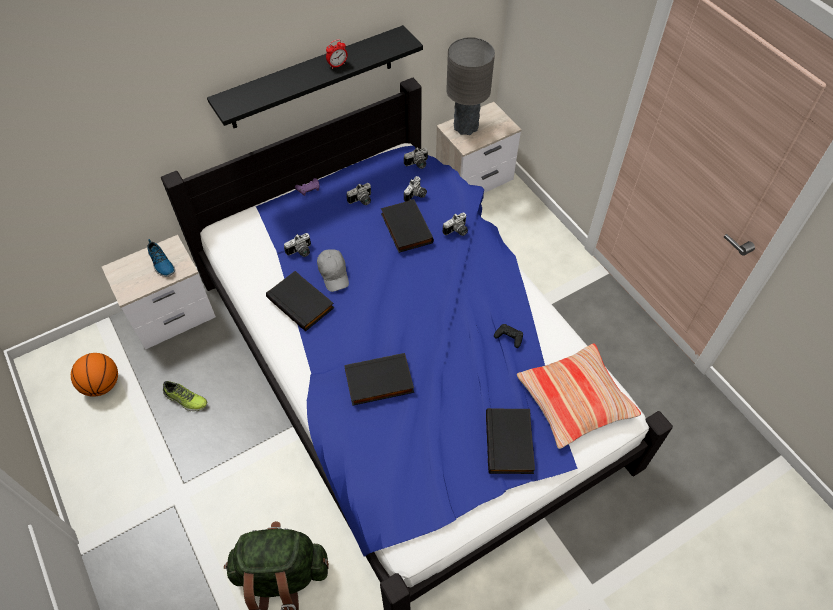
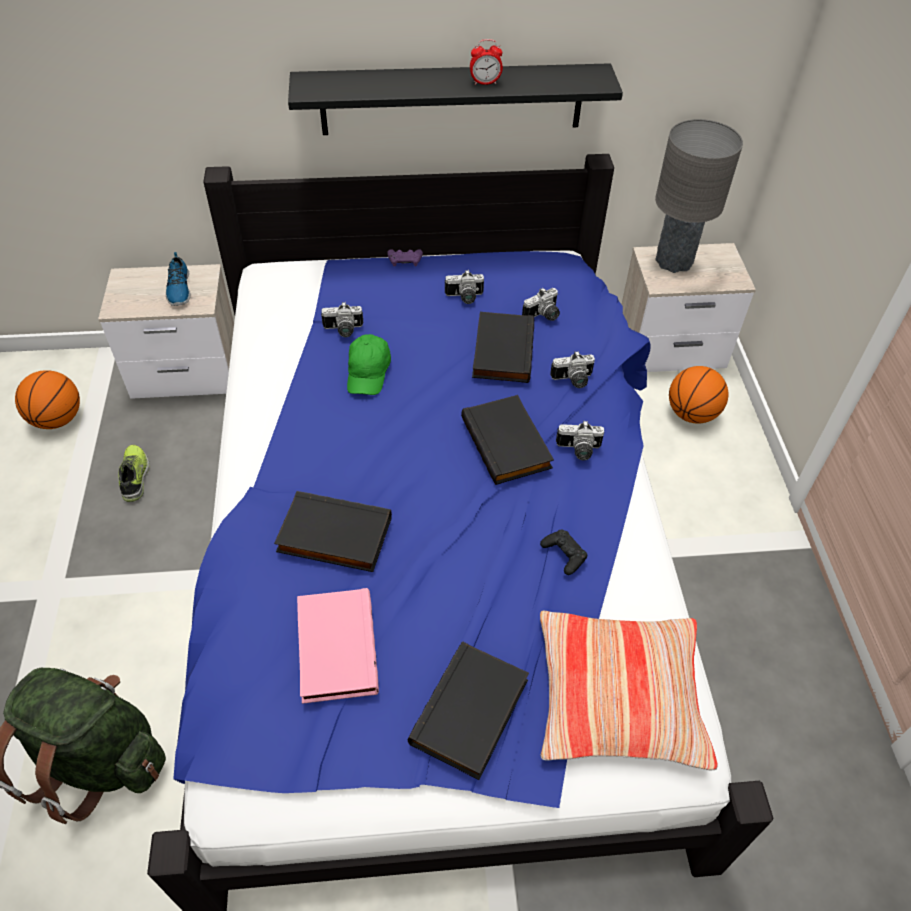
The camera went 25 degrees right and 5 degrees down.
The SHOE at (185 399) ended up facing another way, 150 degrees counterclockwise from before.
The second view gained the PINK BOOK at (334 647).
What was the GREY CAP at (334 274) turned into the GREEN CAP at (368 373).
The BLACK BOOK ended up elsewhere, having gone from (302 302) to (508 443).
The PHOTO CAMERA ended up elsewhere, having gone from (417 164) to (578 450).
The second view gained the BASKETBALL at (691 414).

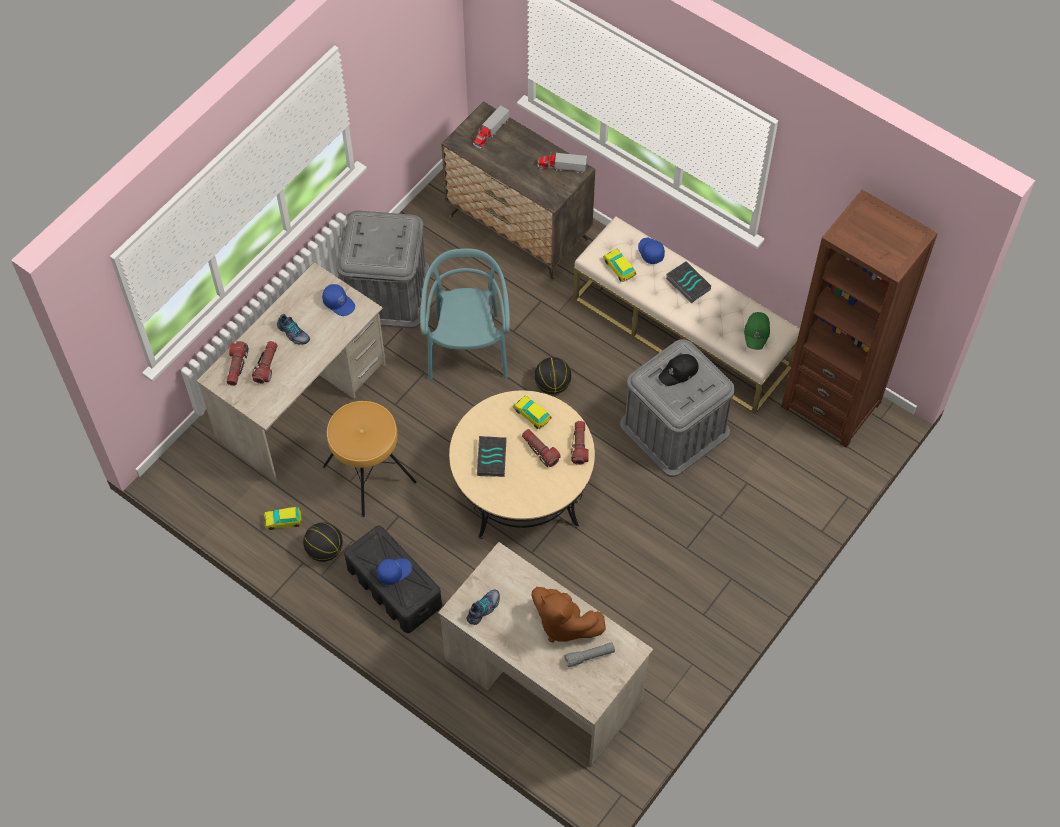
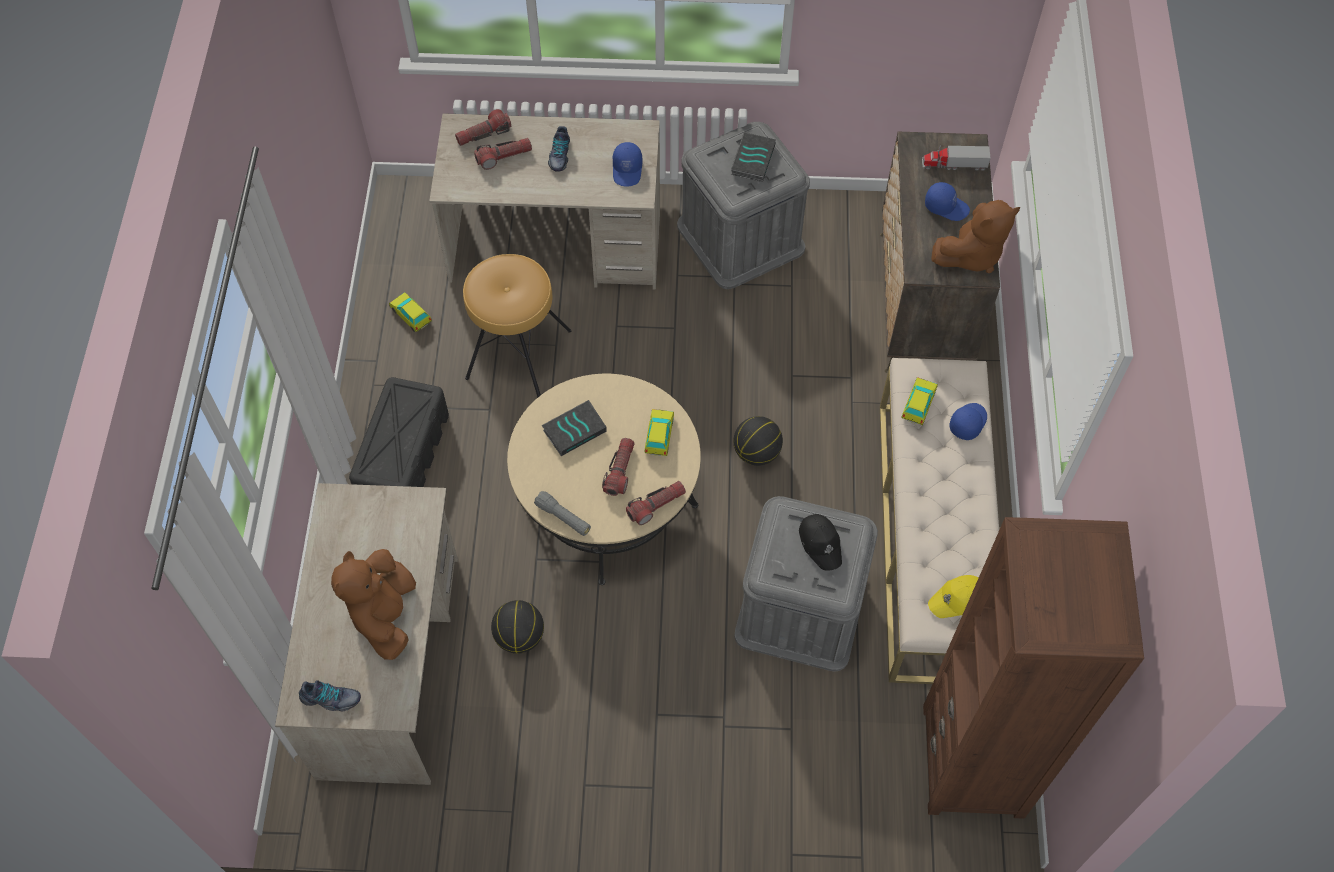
The camera went 55 degrees right and 0 degrees up.
The SHOE ended up elsewhere, having gone from (484 609) to (330 699).
The BASKETBALL ended up elsewhere, having gone from (324 550) to (519 636).
The GREY FLASHLIGHT ended up elsewhere, having gone from (589 656) to (563 517).
The BOOK ended up elsewhere, having gone from (687 284) to (752 159).
The BLACK CAP at (679 372) ended up facing another way, 135 degrees counterclockwise from before.
The BLUE CAP ended up elsewhere, having gone from (394 571) to (946 206).
What was the GREEN CAP at (757 332) turned into the YELLOW CAP at (958 599).
Where the TOY TRUCK stood at (562 167), the BROWN PLUSH TOY came to stand at (971 254).
The second view lost the TURQUOISE CHAIR at (467 348).

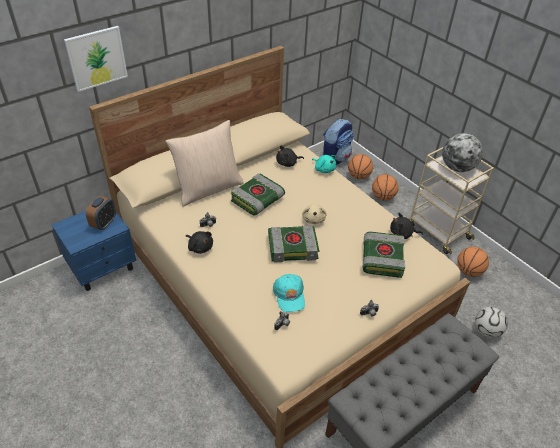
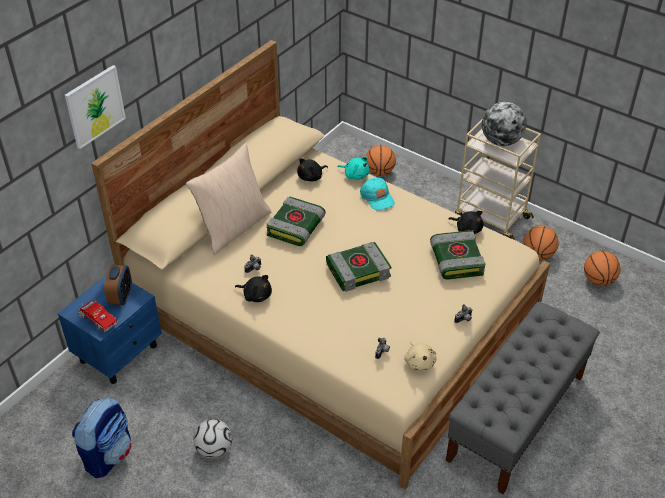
The camera went 15 degrees left and 0 degrees up.
The BACKPACK ended up elsewhere, having gone from (335 159) to (108 454).
The second view gained the TOY TRUCK at (97 319).
The FOOTBALL ended up elsewhere, having gone from (486 330) to (214 449).
The TURQUOISE CAP ended up elsewhere, having gone from (289 295) to (377 197).
The BEIGE PLUSH TOY ended up elsewhere, having gone from (314 219) to (419 362).
The BLACK PLUSH TOY at (402 234) ended up facing another way, 135 degrees counterclockwise from before.
The BASKETBALL ended up elsewhere, having gone from (383 197) to (598 280).

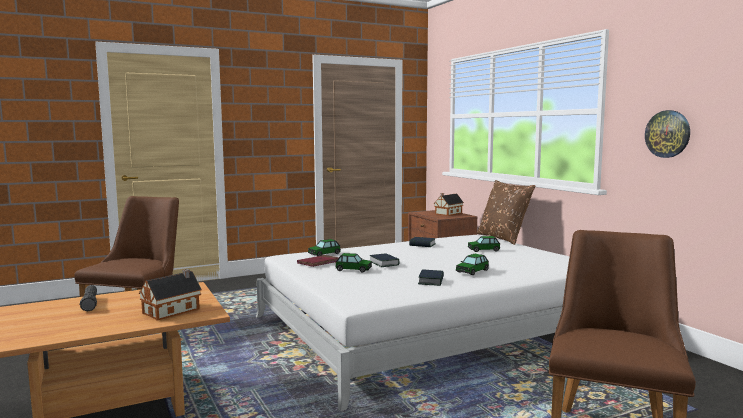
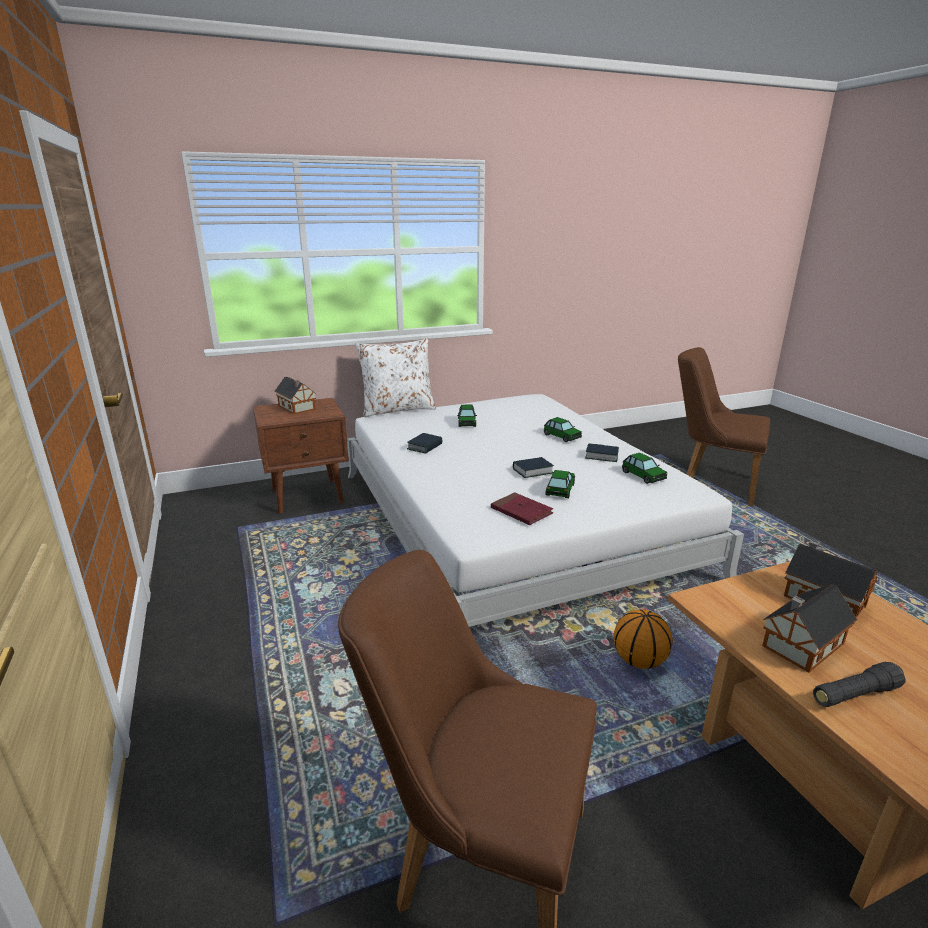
The camera went 85 degrees left and 15 degrees up.
What was the BROWN PILLOW at (503 238) turned into the WHITE PILLOW at (398 409).
The second view gained the BASKETBALL at (638 660).
The TOY CAR ended up elsewhere, having gone from (324 254) to (643 476).
The second view gained the TOY HOUSE at (800 645).
The second view lost the WALL CLOCK at (667 134).

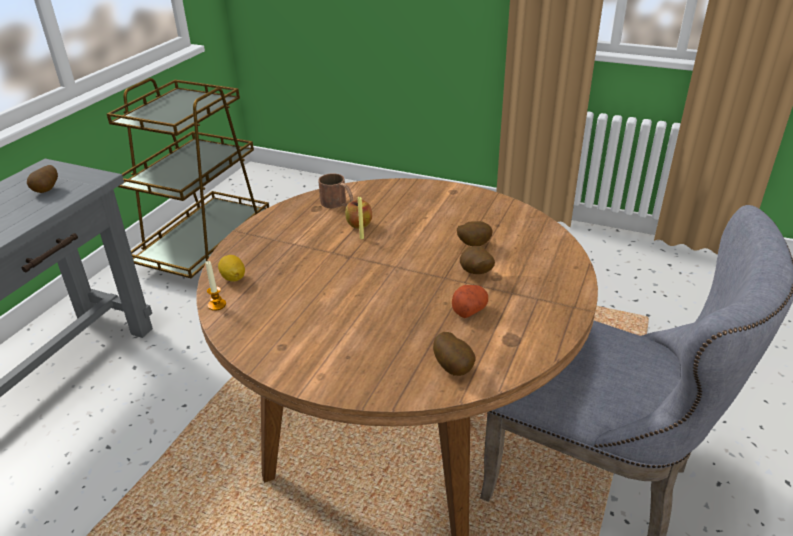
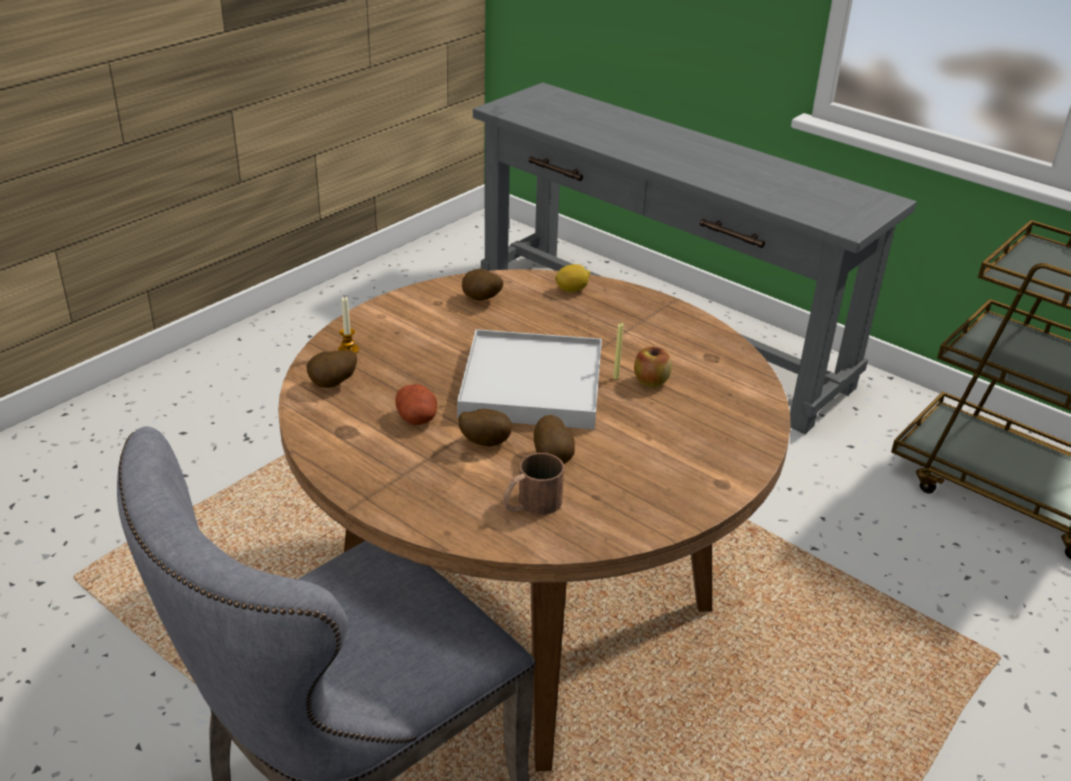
The camera went 105 degrees right and 0 degrees up.
The CANDLE ended up elsewhere, having gone from (217 305) to (348 350).
The second view gained the WHITE TRAY at (532 386).
The POTATO ended up elsewhere, having gone from (47 190) to (481 300).
The BROWN MUG ended up elsewhere, having gone from (338 203) to (530 505).

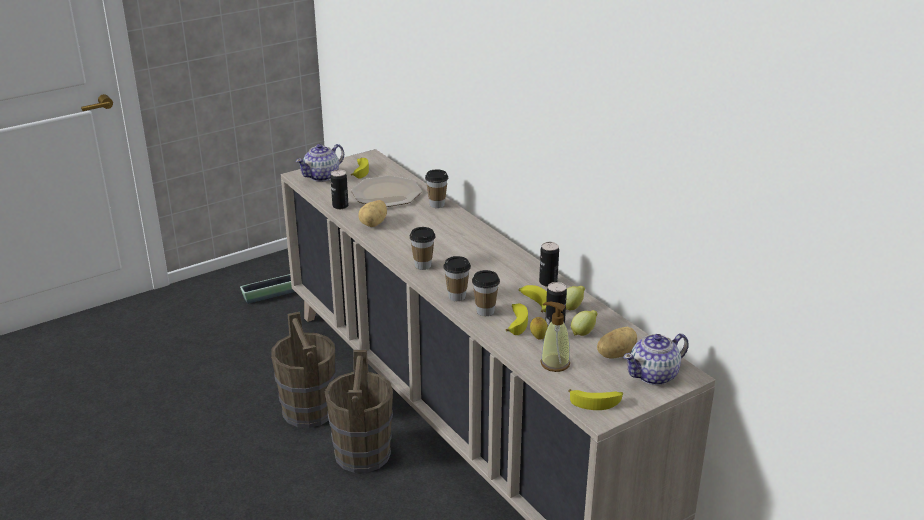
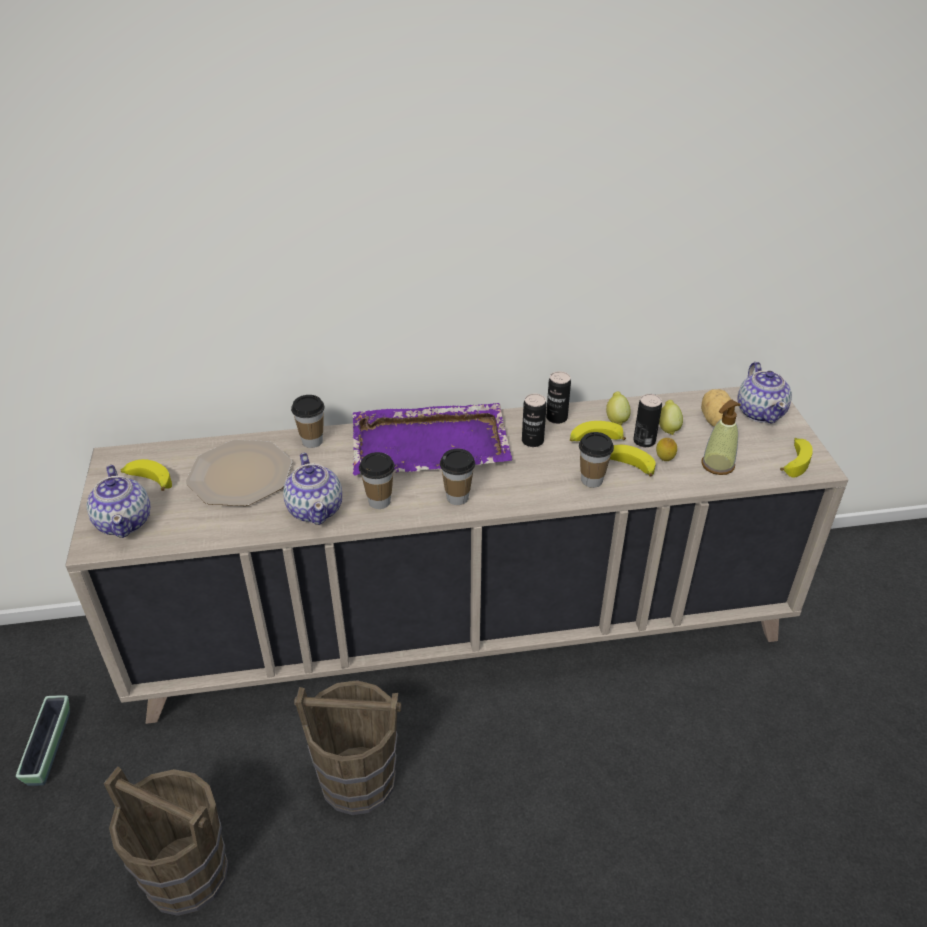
The camera went 65 degrees left and 10 degrees up.
The BROWN BUCKET ended up elsewhere, having gone from (362 453) to (186 873).
Where the POTATO stood at (374 223), the TEAPOT came to stand at (315 509).
The second view gained the PURPLE TRAY at (431 443).
The CUP ended up elsewhere, having gone from (457 296) to (379 501).
The CAN ended up elsewhere, having gone from (340 206) to (532 441).

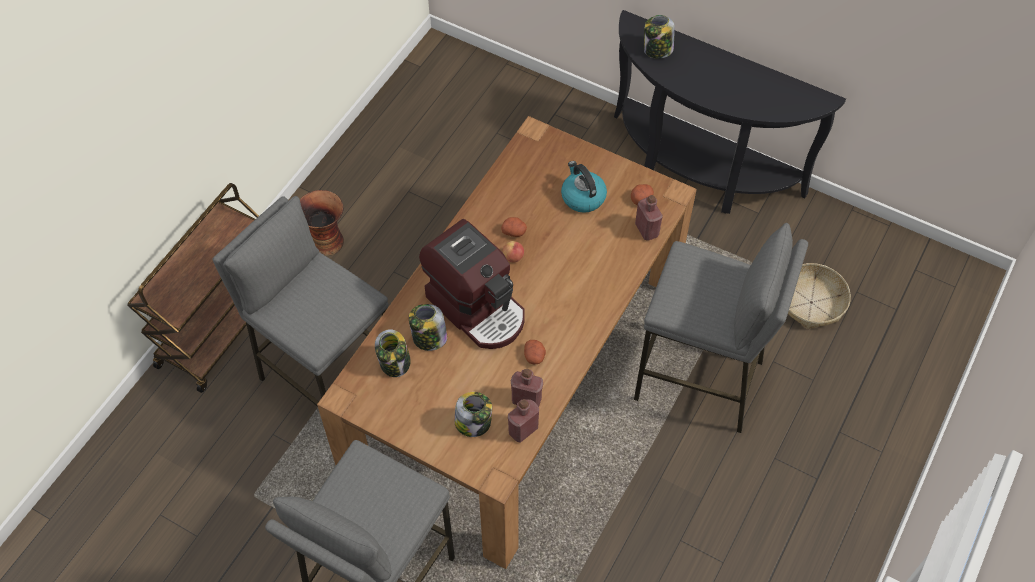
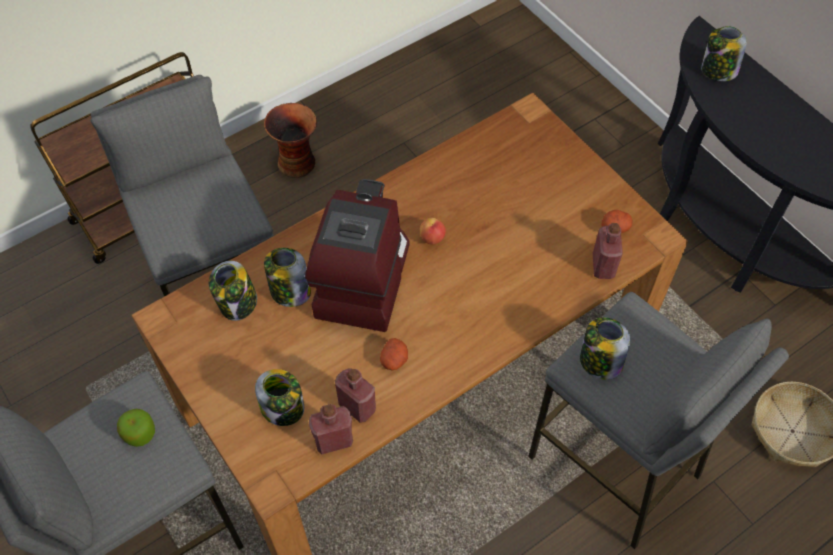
The camera went 25 degrees right and 0 degrees up.
The second view gained the APPLE at (139 433).
The COFFEE MACHINE at (478 307) ended up facing another way, 150 degrees counterclockwise from before.
The second view gained the JAR at (599 361).
The second view lost the POTATO at (514 231).
The second view lost the KETTLE at (582 197).

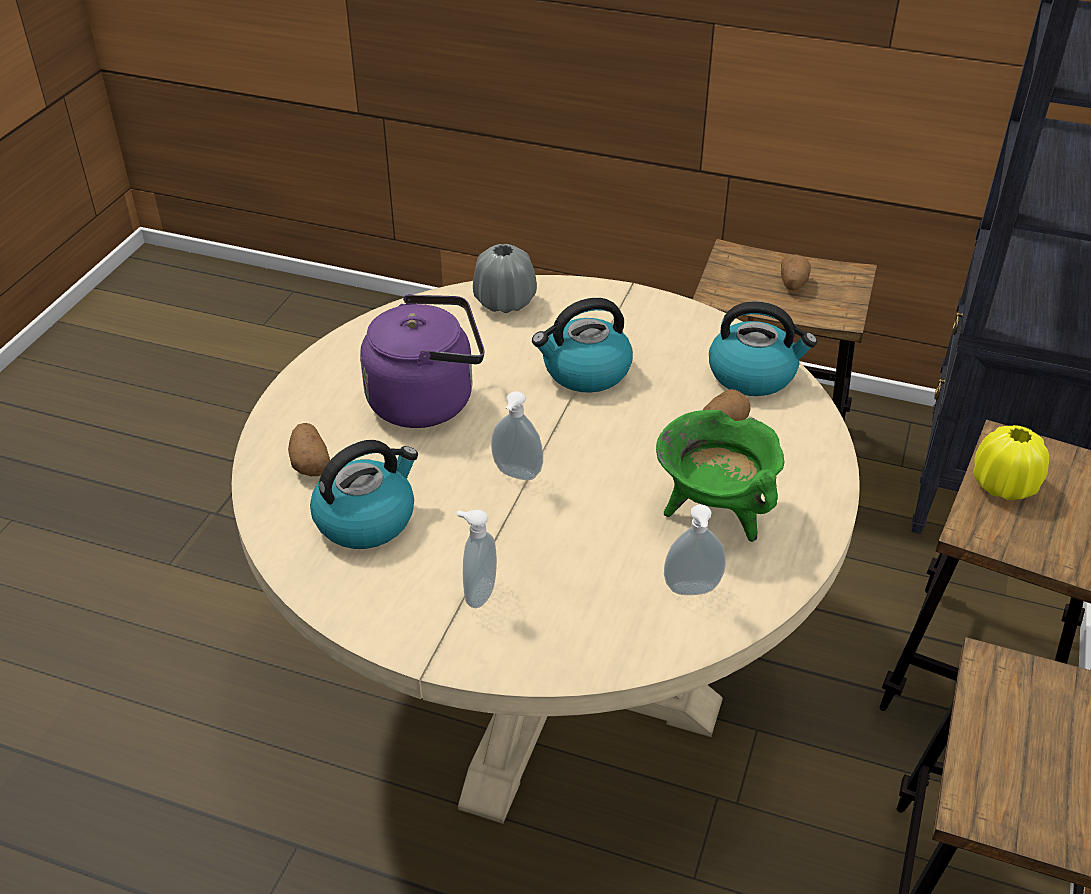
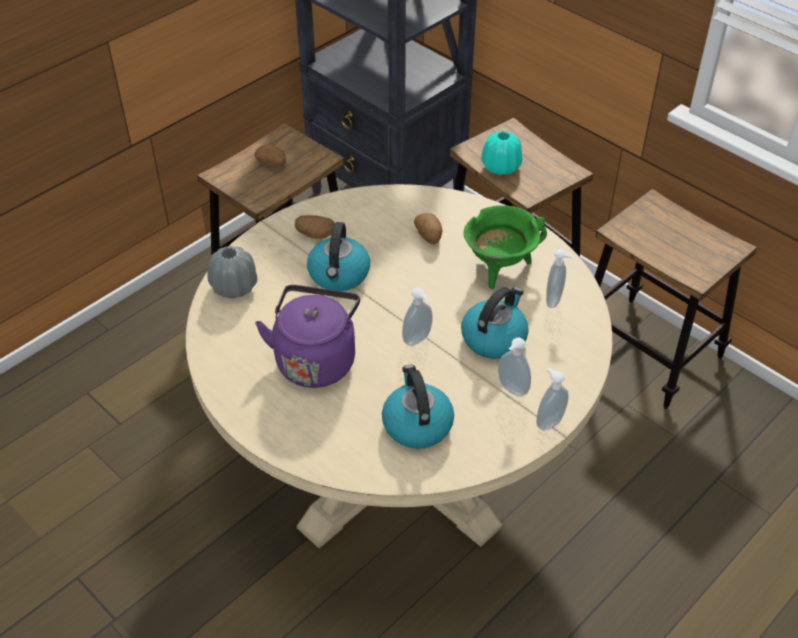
The camera went 65 degrees left and 5 degrees up.
The POTATO ended up elsewhere, having gone from (310 463) to (315 235).
The KETTLE ended up elsewhere, having gone from (753 374) to (494 338).
What was the YELLOW VASE at (1003 485) turned into the TURQUOISE VASE at (501 167).
The second view gained the SOAP DISPENSER at (548 421).

